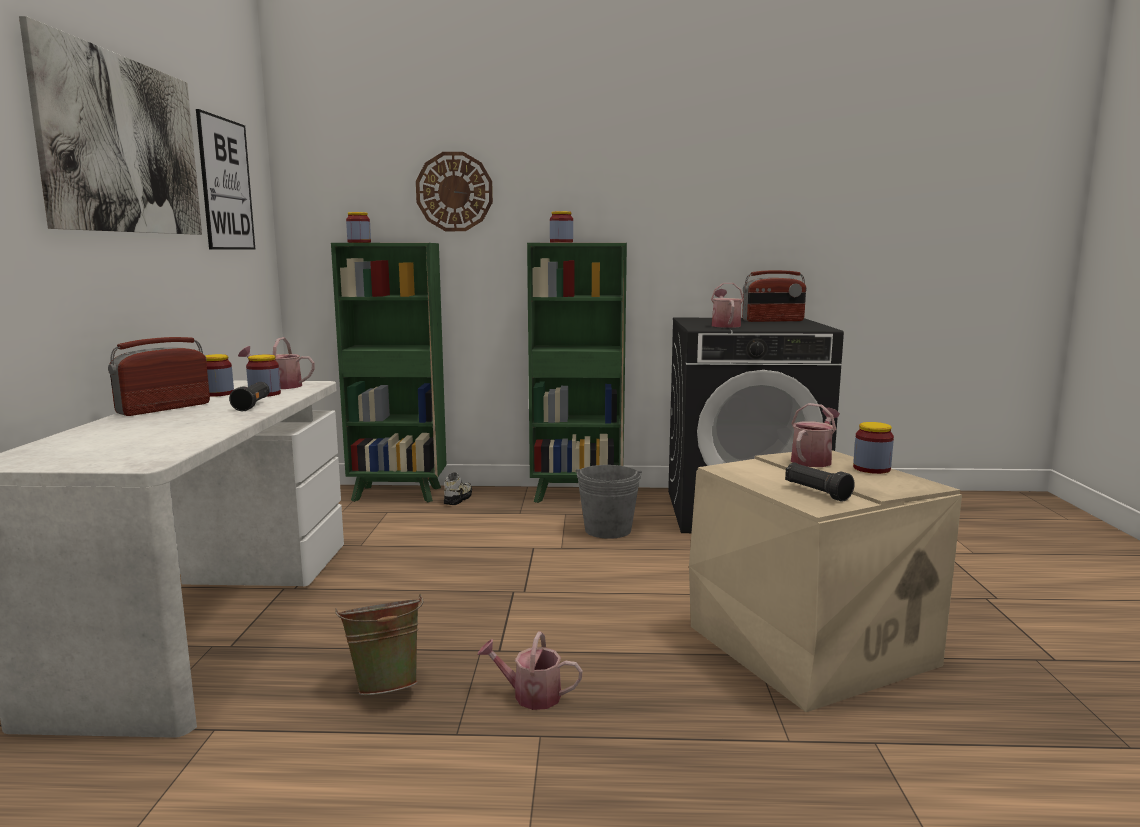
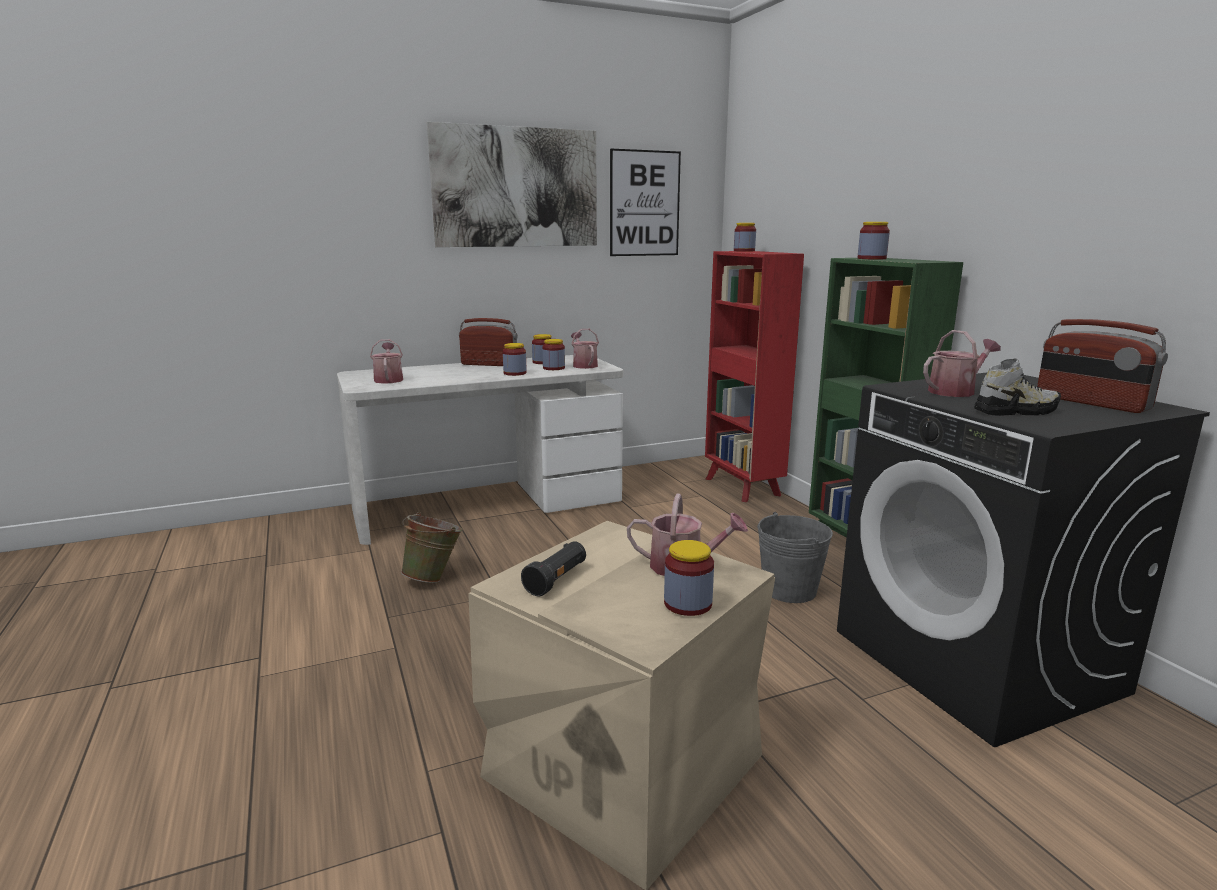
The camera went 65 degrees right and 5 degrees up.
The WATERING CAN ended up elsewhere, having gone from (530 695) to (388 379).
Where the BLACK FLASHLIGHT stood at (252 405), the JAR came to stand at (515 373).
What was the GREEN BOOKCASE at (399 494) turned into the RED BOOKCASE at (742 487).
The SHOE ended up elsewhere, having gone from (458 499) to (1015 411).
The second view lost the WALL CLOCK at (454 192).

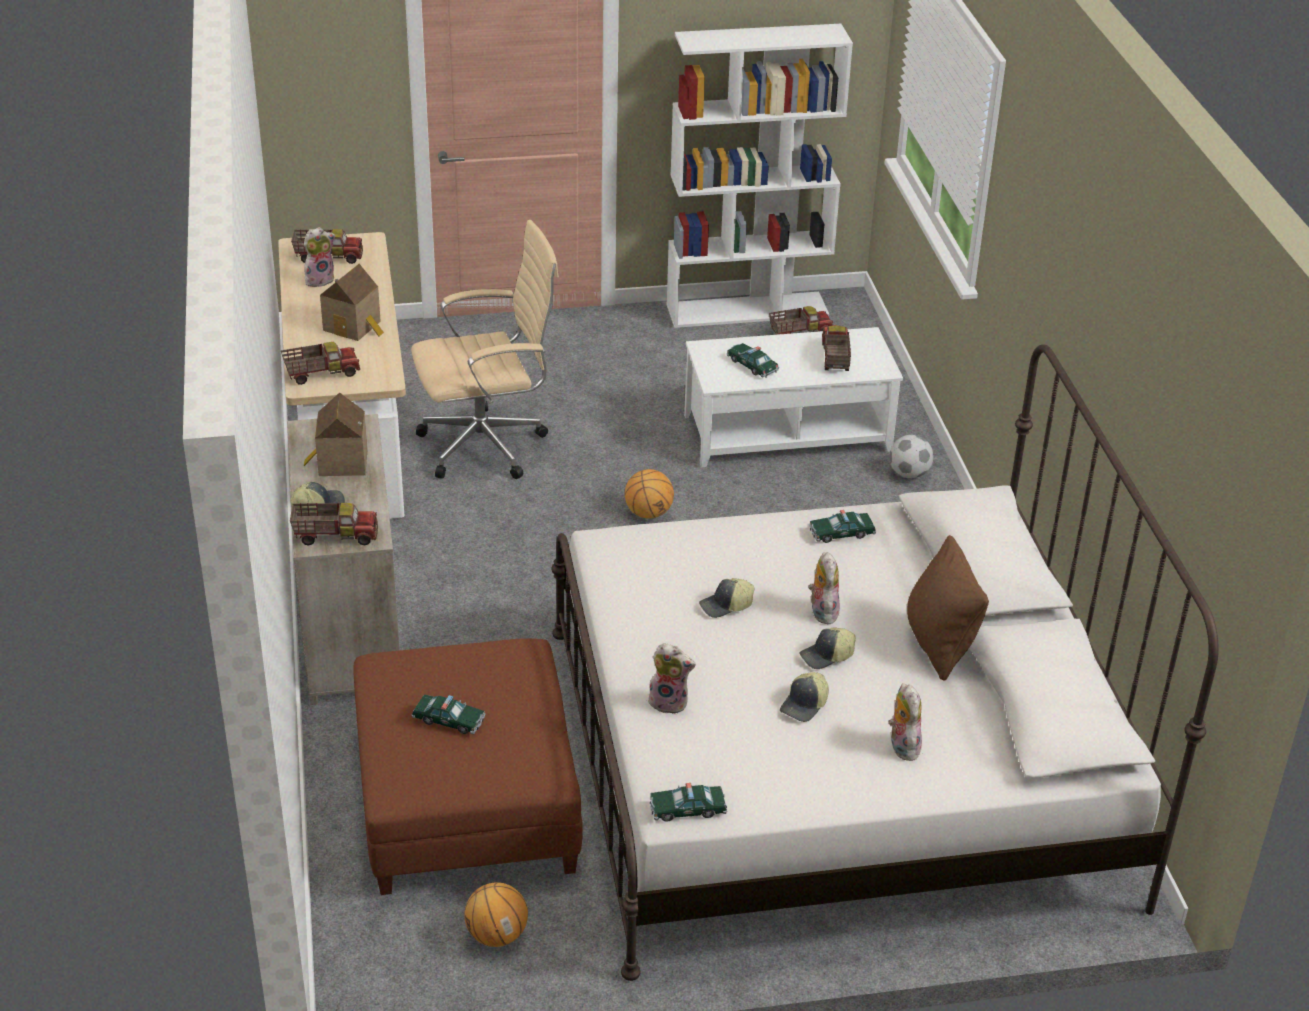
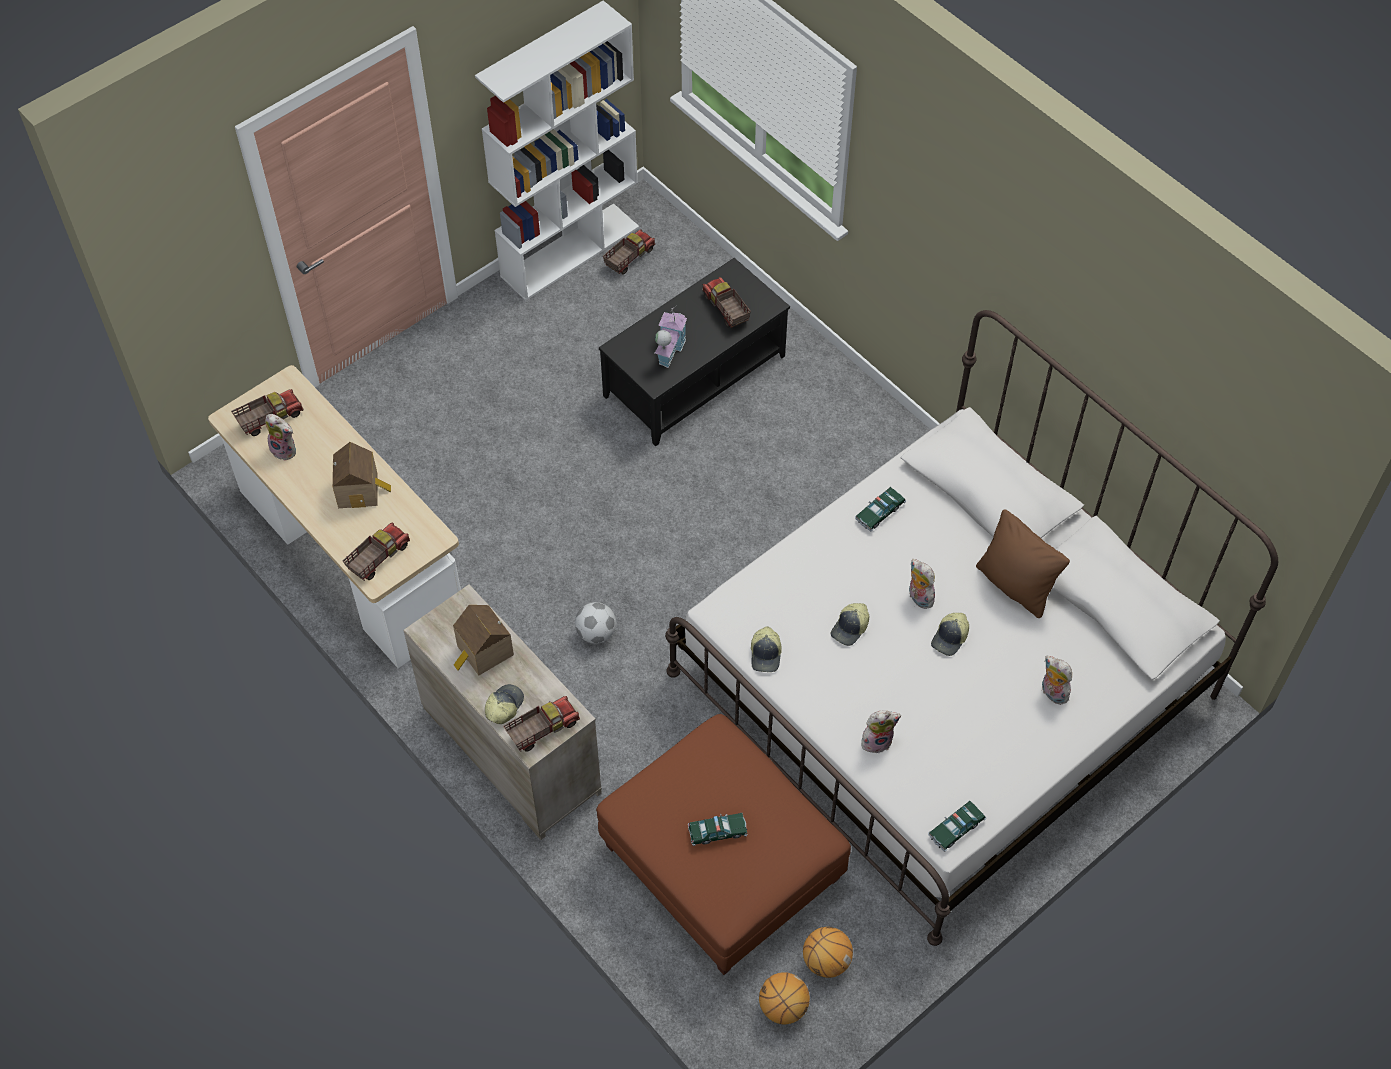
The camera went 30 degrees left and 20 degrees up.
The PLUSH TOY at (320 279) ended up facing another way, 90 degrees clockwise from before.
The FOOTBALL ended up elsewhere, having gone from (909 474) to (596 633).
What was the WHITE COFFEE TABLE at (787 434) turned into the BLACK COFFEE TABLE at (695 377).
Where the TOY CAR stood at (752 365), the TOY HOUSE came to stand at (669 349).
The CAP ended up elsewhere, having gone from (805 705) to (766 654).
The BASKETBALL ended up elsewhere, having gone from (648 513) to (783 1007).
The second view lost the BEIGE OFFICE CHAIR at (488 445).

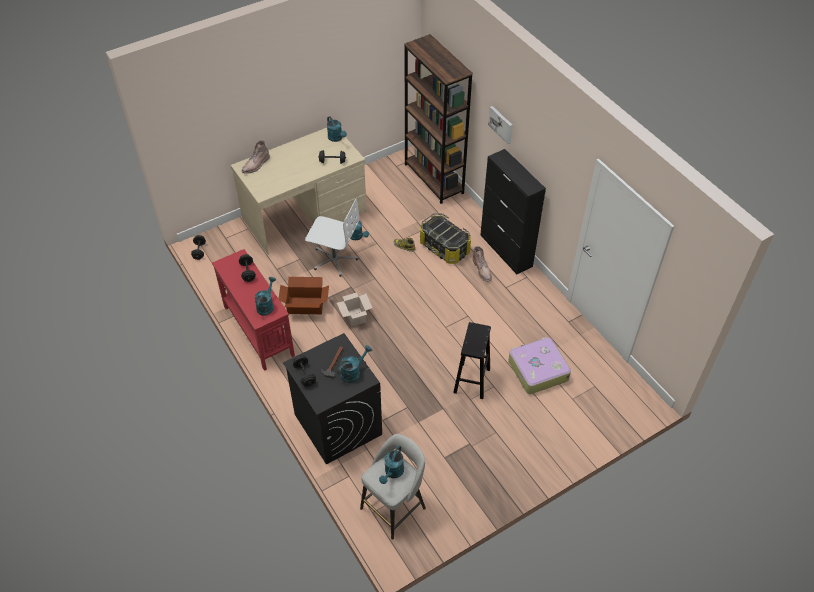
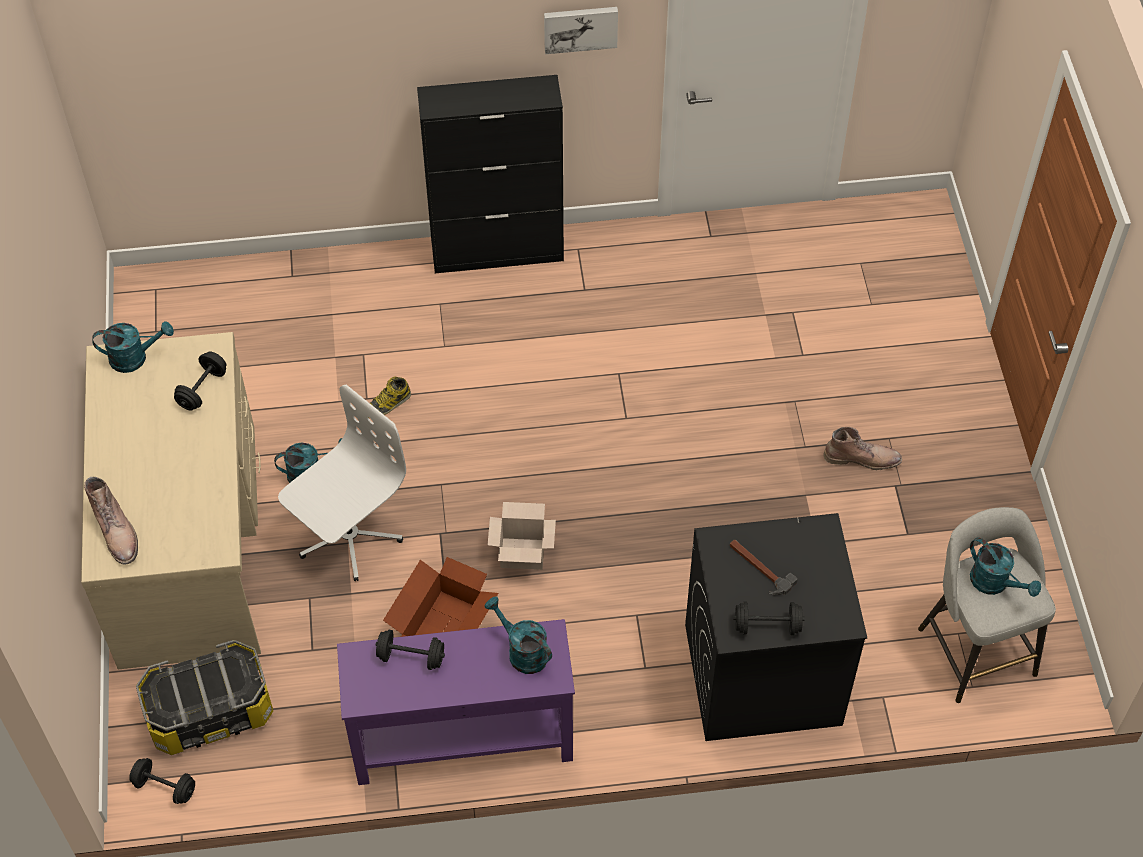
The camera went 65 degrees left and 5 degrees up.
The STORAGE BOX ended up elsewhere, having gone from (445 247) to (210 711).
What was the RED CONSOLE TABLE at (258 330) turned into the PURPLE CONSOLE TABLE at (461 738).
The PICTURE ended up elsewhere, having gone from (501 124) to (580 28).
The BROWN BOOT ended up elsewhere, having gone from (482 270) to (862 458).
The second view lost the TURQUOISE WATERING CAN at (353 372).
The second view lost the BROWN BOOKCASE at (434 179).
The second view lost the BLACK STOOL at (471 381).
The second view lost the SUITCASE at (537 370).

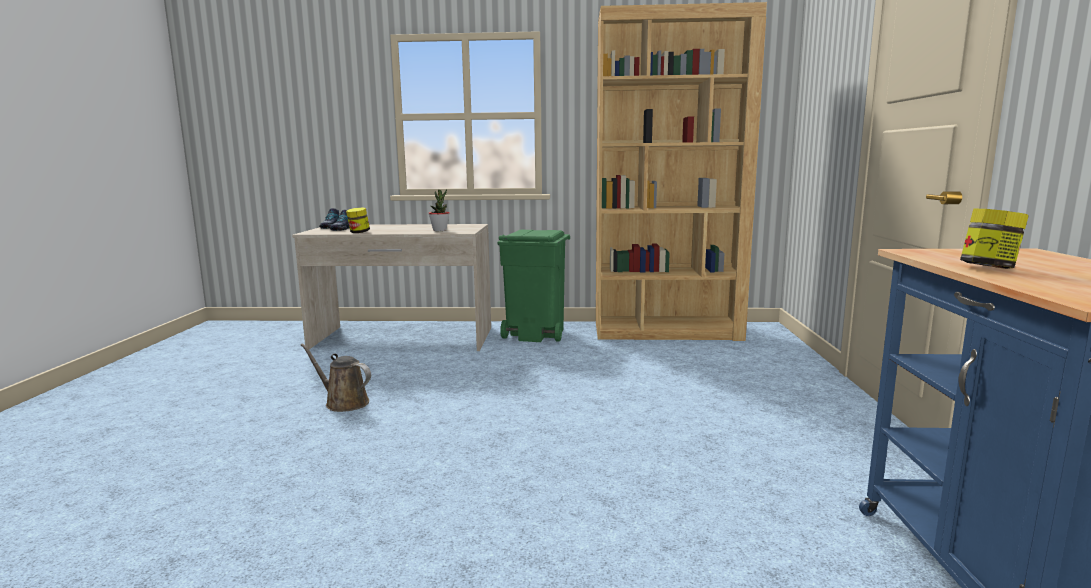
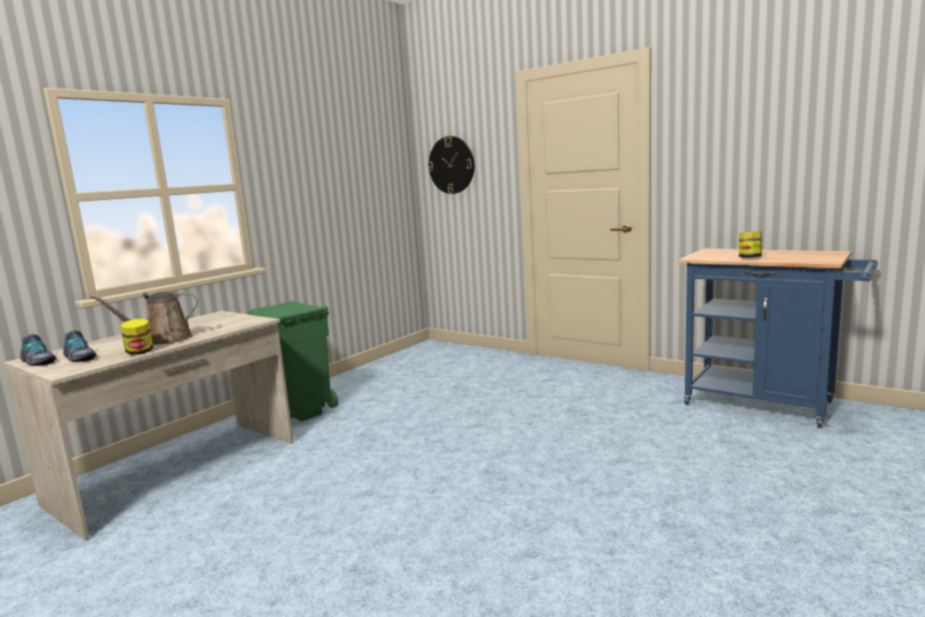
The camera went 55 degrees left and 0 degrees up.
The BROWN WATERING CAN ended up elsewhere, having gone from (343 402) to (163 340).
The second view gained the WALL CLOCK at (451 165).
The second view lost the POTTED PLANT at (440 230).
The second view lost the BROWN BOOKCASE at (667 331).

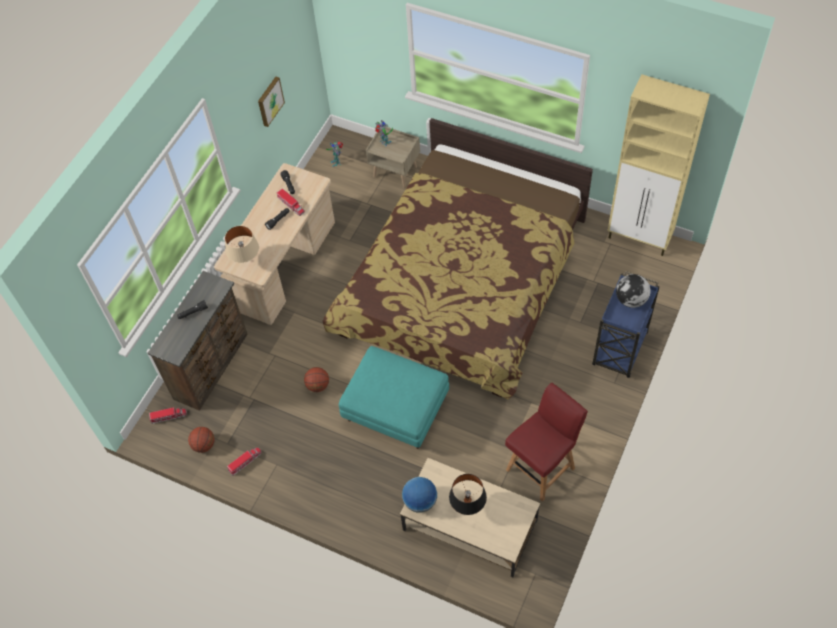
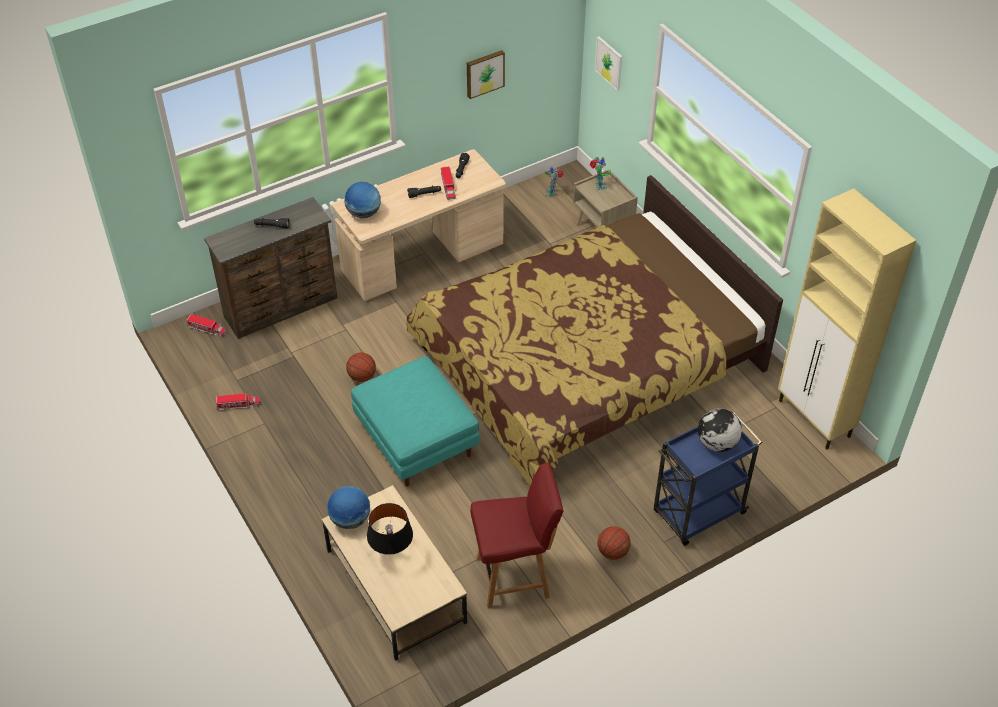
The camera went 30 degrees right and 10 degrees down.
Where the BEIGE TABLE LAMP stood at (246 261), the GLOBE came to stand at (363 213).
The second view gained the PICTURE at (609 63).
The BASKETBALL ended up elsewhere, having gone from (204 445) to (612 552).

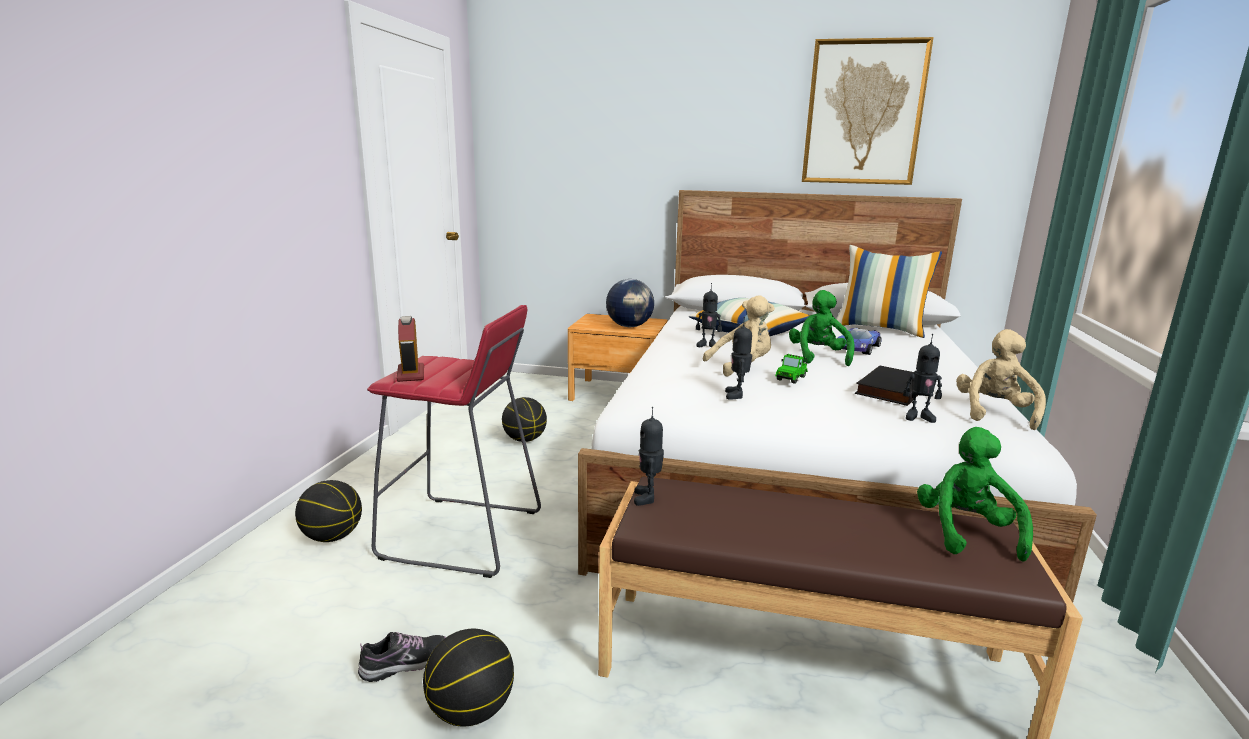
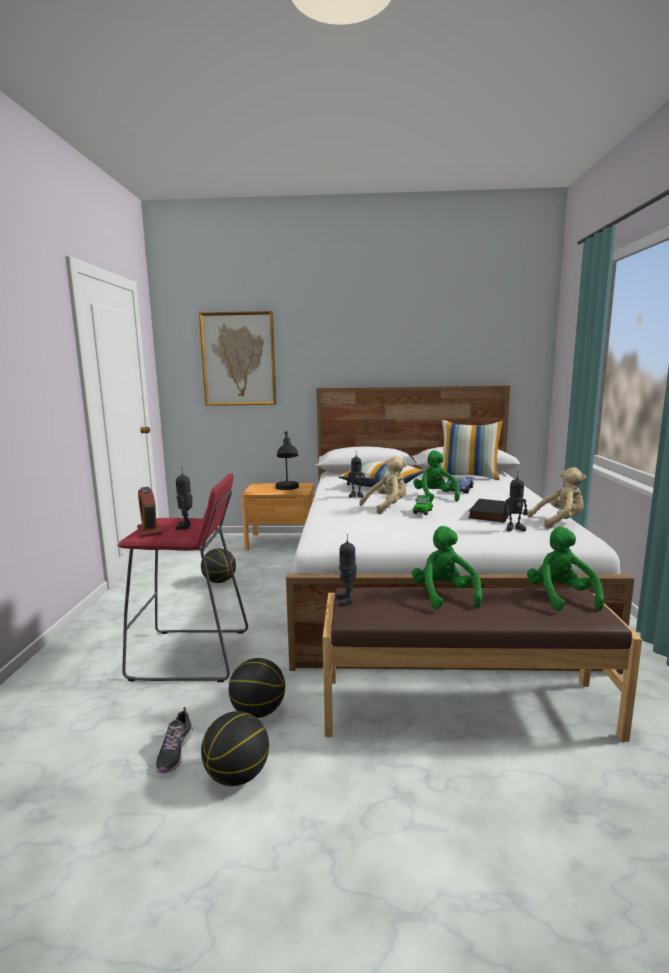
The camera went 10 degrees left and 5 degrees down.
The SHOE at (405 663) ended up facing another way, 135 degrees clockwise from before.
The TOY ROBOT ended up elsewhere, having gone from (737 395) to (185 526).
The PICTURE ended up elsewhere, having gone from (863 113) to (238 359).
The BASKETBALL ended up elsewhere, having gone from (332 537) to (258 711).
Where the GLOBE stood at (629 326), the BLACK TABLE LAMP came to stand at (288 489).
The second view gained the GREEN PLUSH TOY at (444 596).
The BEIGE PLUSH TOY at (994 413) ended up facing another way, 75 degrees clockwise from before.

